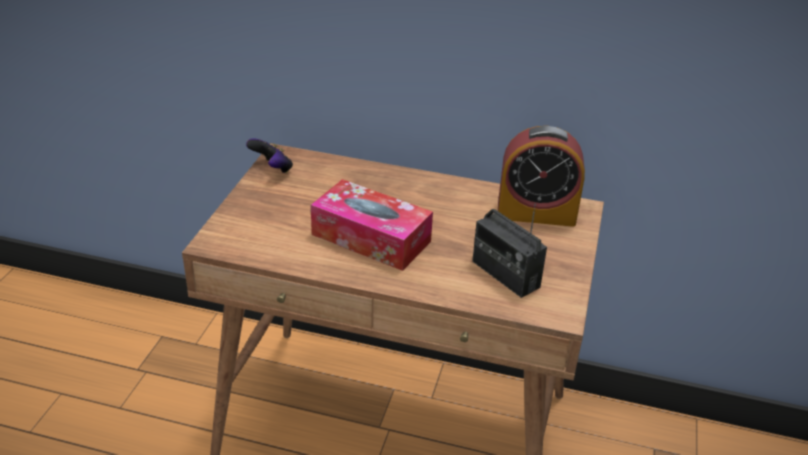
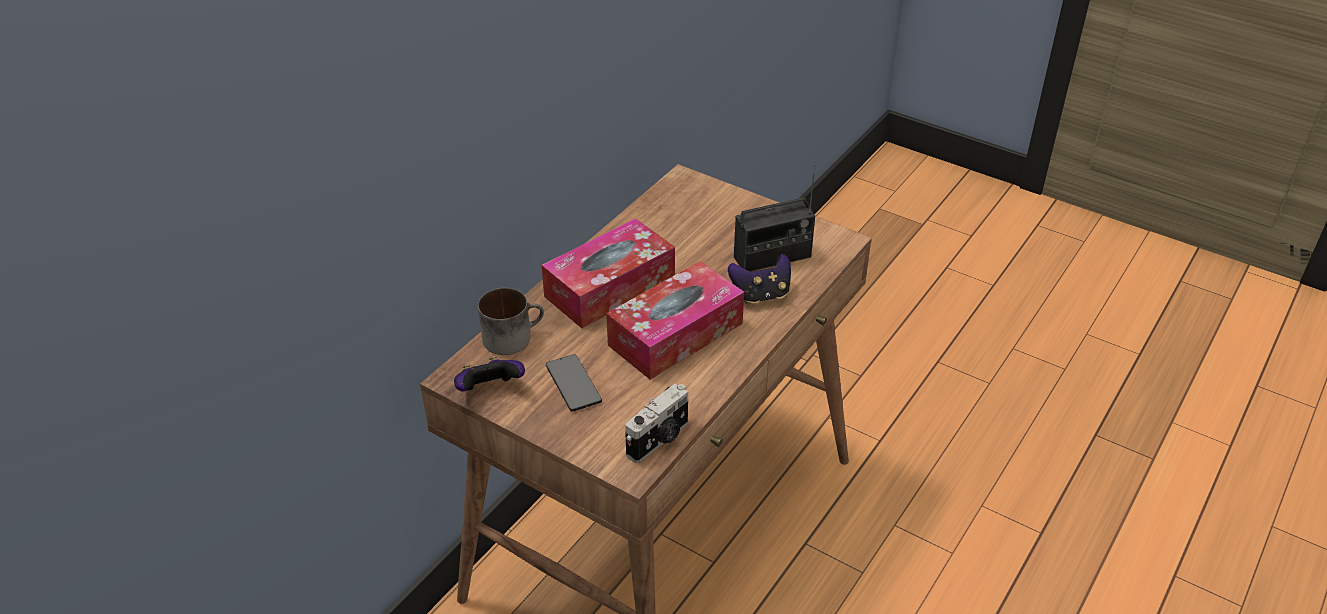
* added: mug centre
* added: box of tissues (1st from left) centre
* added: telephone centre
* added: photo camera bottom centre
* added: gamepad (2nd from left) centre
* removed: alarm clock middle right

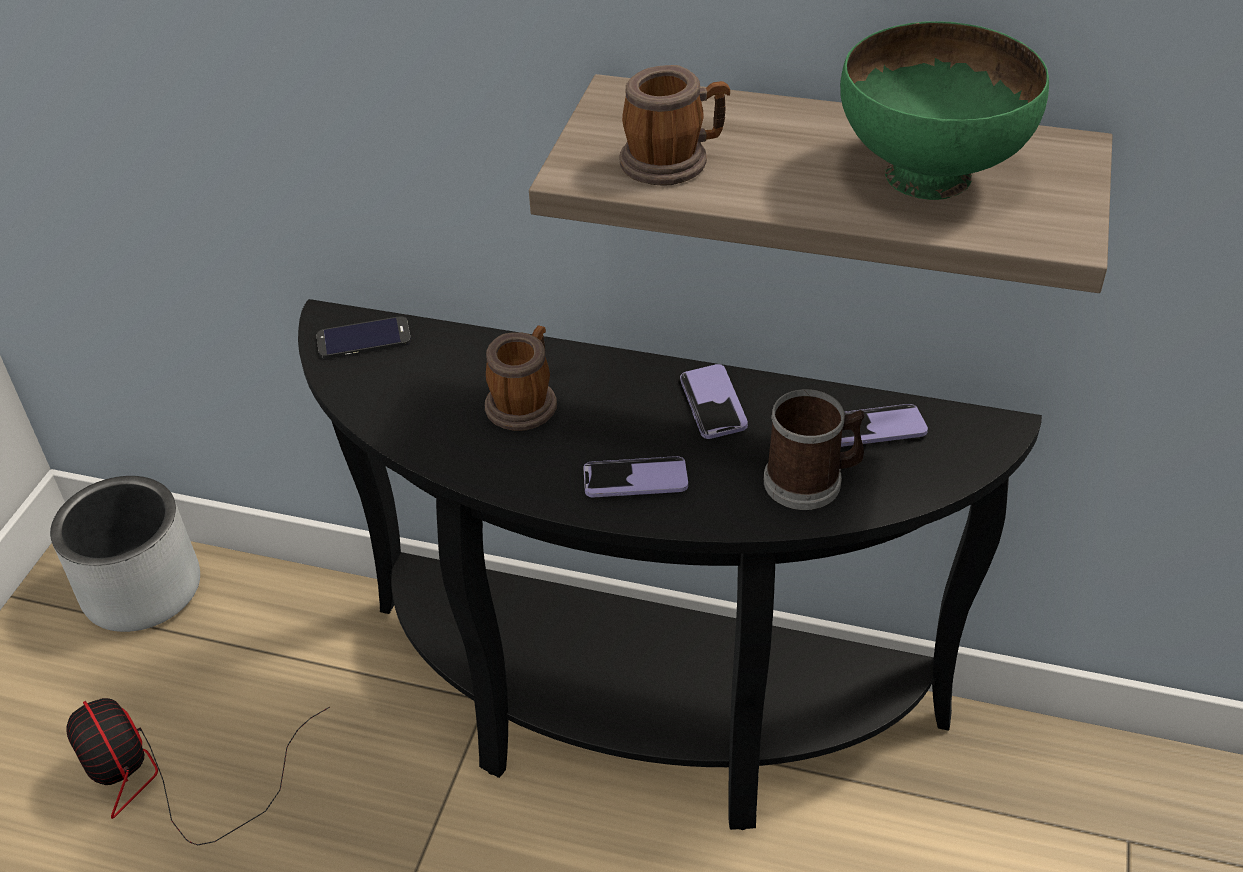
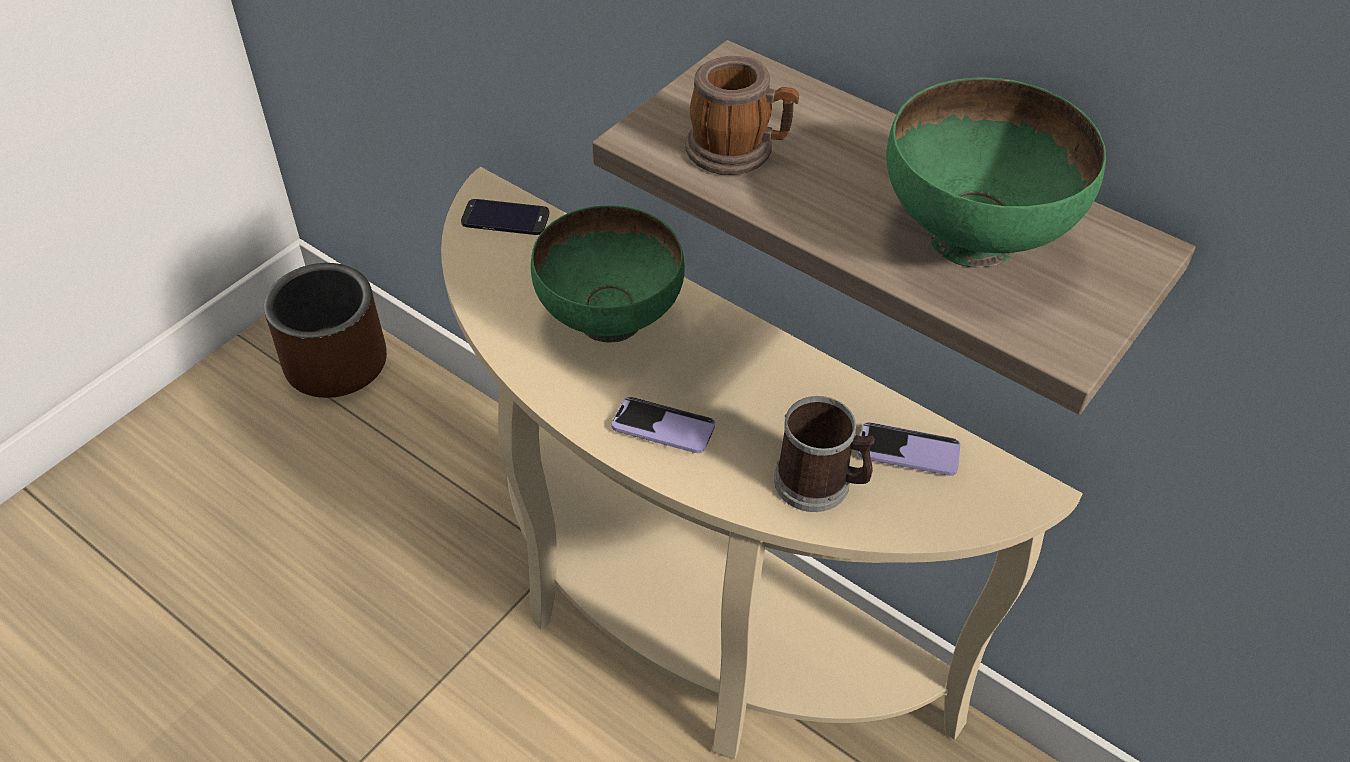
* recoloured: grey flower pot middle left to brown-coloured flower pot middle left
* recoloured: black hall table centre to beige-coloured hall table centre
* replaced: mug (1st from left) centre to green bowl (1st from left) centre
* removed: cooling fan bottom left
* removed: telephone (3rd from left) centre

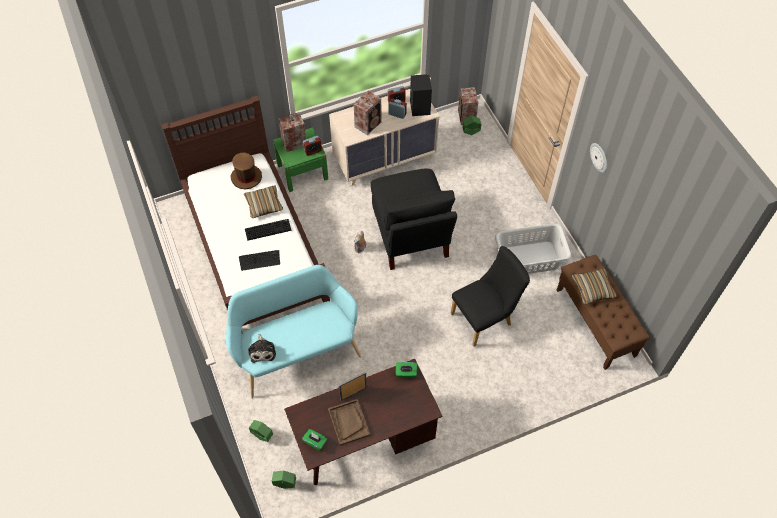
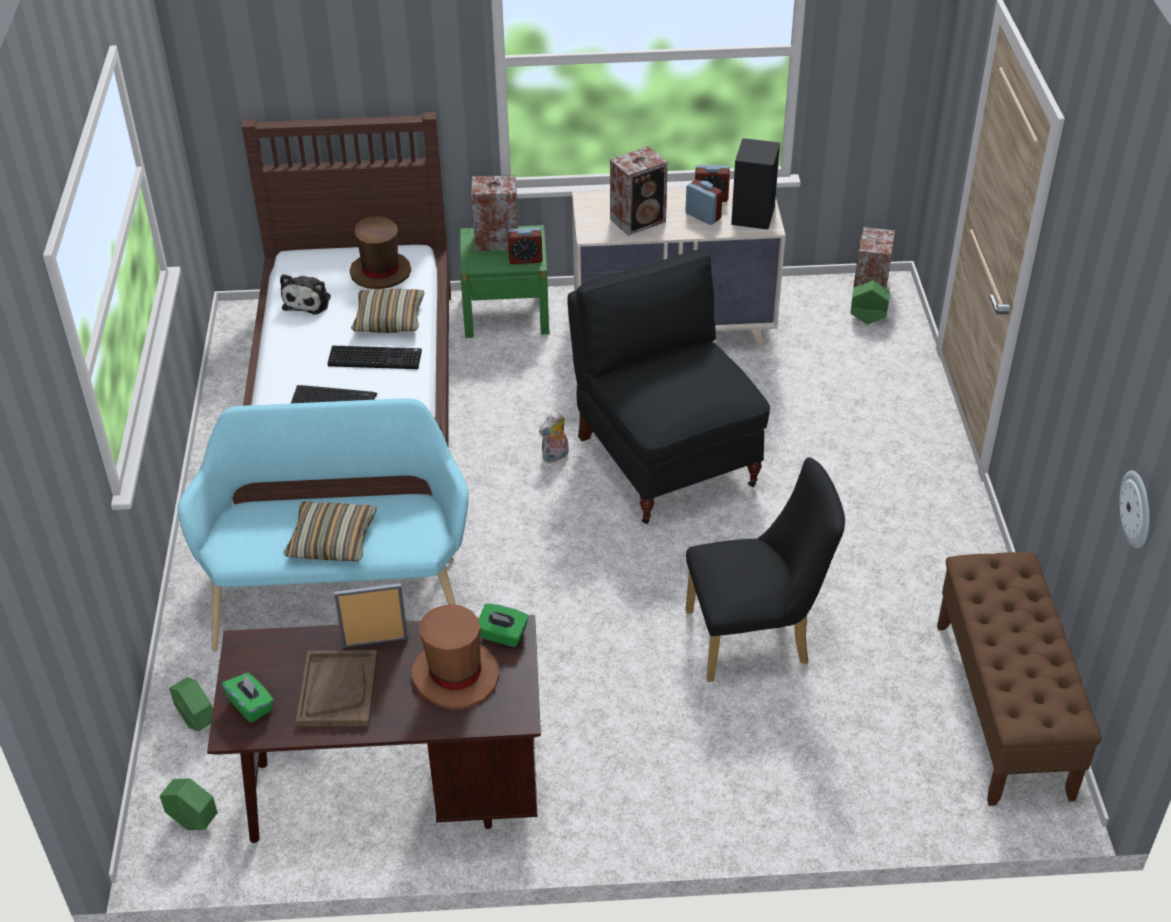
* moved: plush toy (1st from left) bottom centre to top left
* moved: throw pillow (2nd from left in the first image) middle right to throw pillow (1st from left) middle left
* added: brown-coloured hat (2nd from left) bottom centre
* turned: black chair (1st from left) centre = centre 150 degrees clockwise
* moved: wall clock top right to middle right
* removed: grey hamper middle right

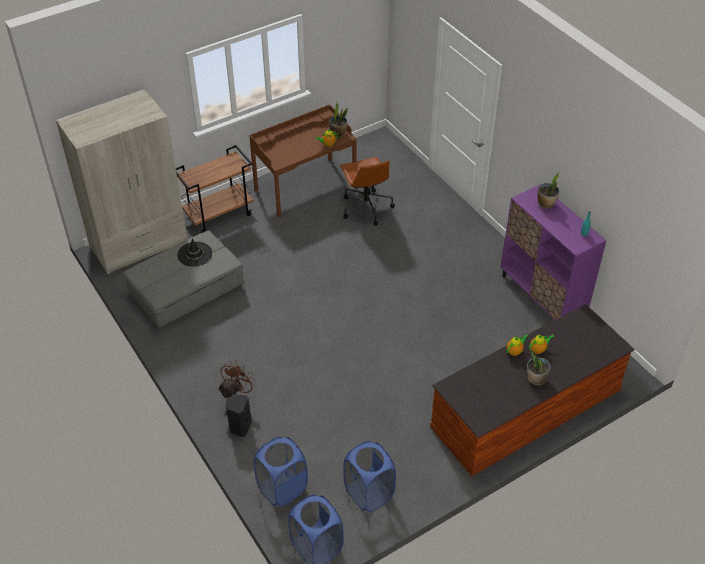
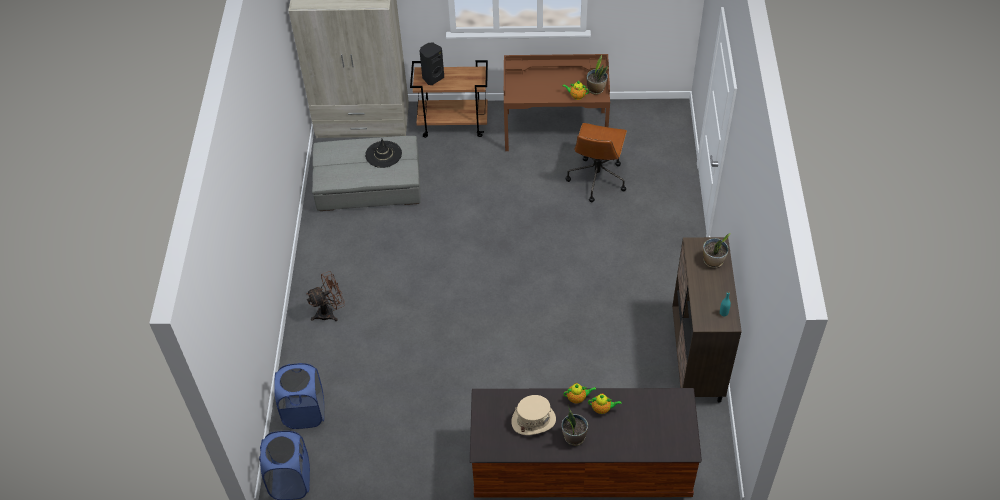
* moved: black audio speaker bottom centre to top centre
* added: beige-coloured hat bottom centre
* recoloured: purple cupboard middle right to brown-coloured cupboard middle right
* removed: blue hamper (3rd from left) bottom centre

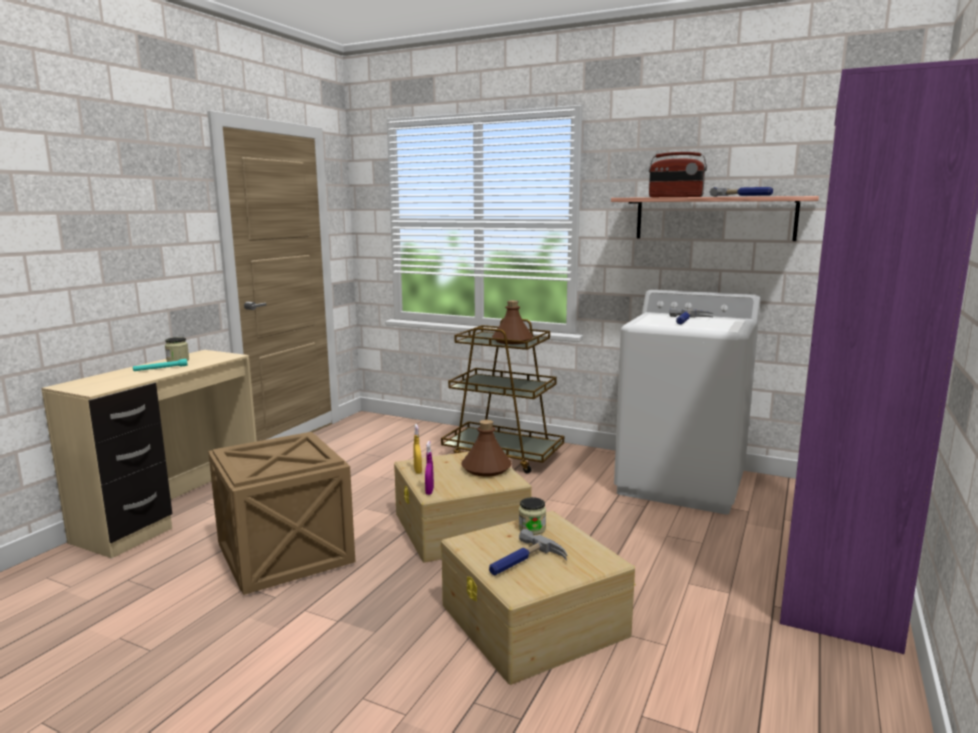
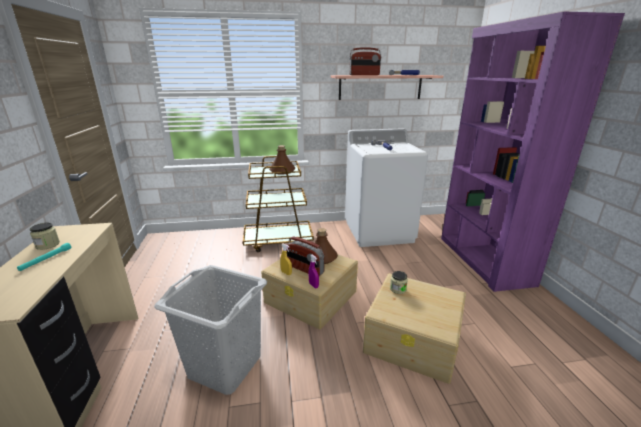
* replaced: packing crate bottom left to grey hamper bottom left
* added: radio set (1st from left) centre
* removed: hand hammer (1st from left) bottom centre

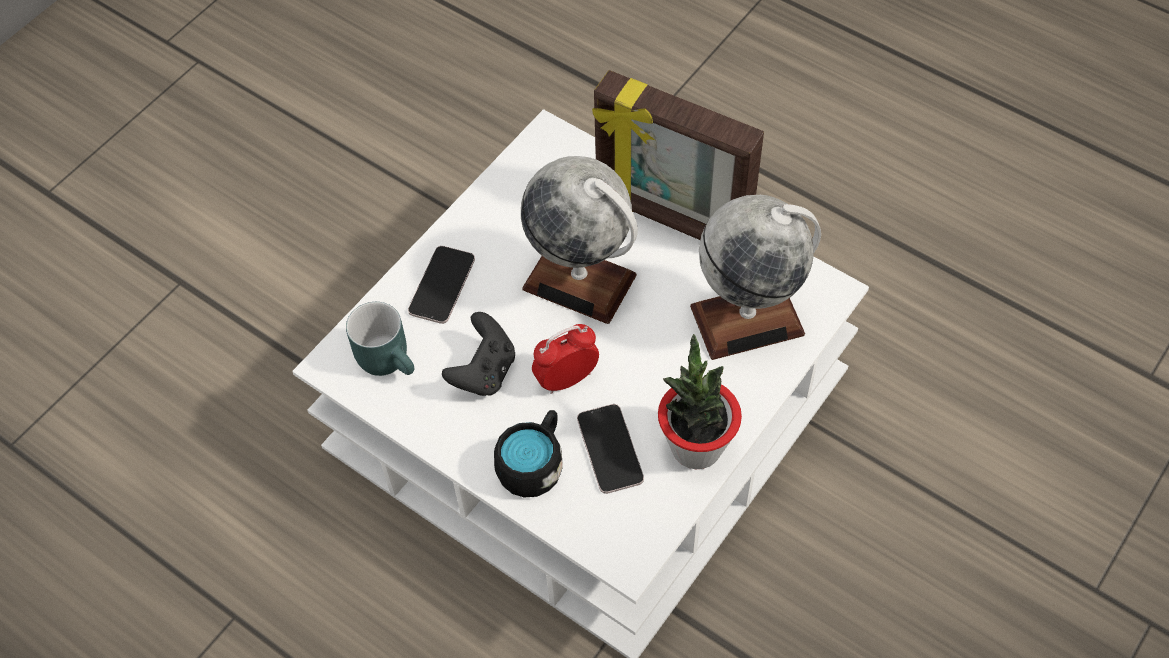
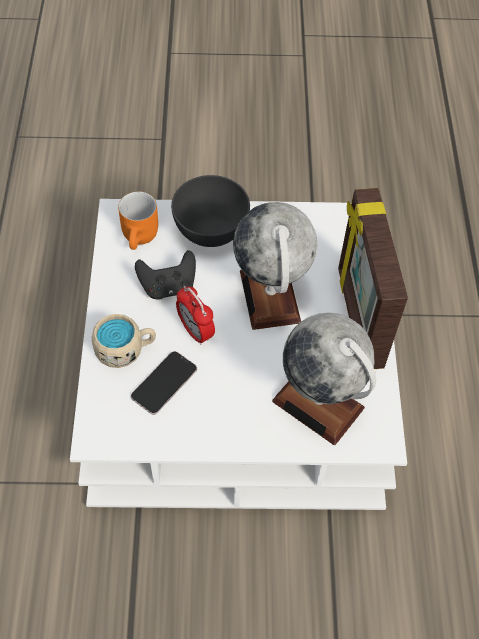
* recoloured: black mug bottom centre to beige-coloured mug middle left
* recoloured: turquoise-coloured mug middle left to orangey mug middle left
* replaced: telephone (1st from left) centre to grey bowl top centre
* turned: alarm clock centre = centre 150 degrees counterclockwise
* removed: plant in a pot centre

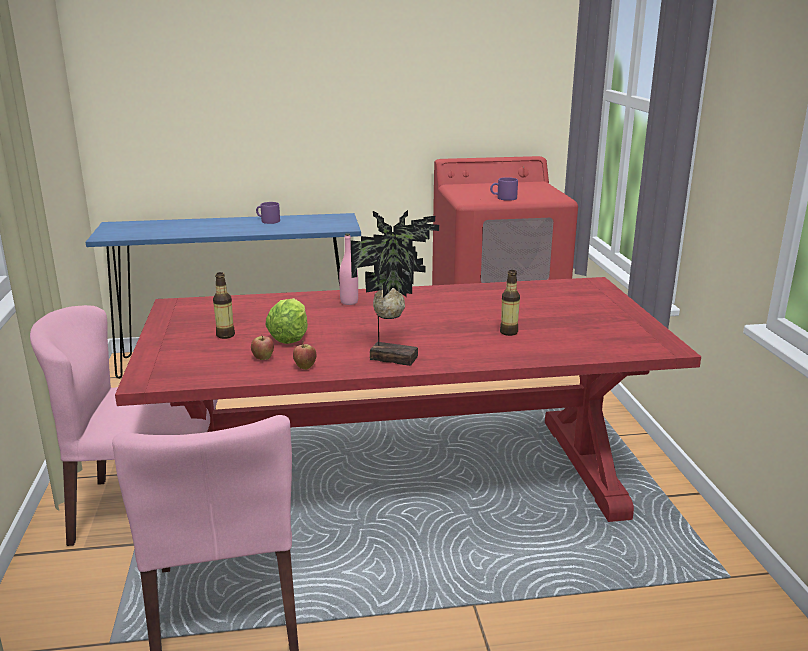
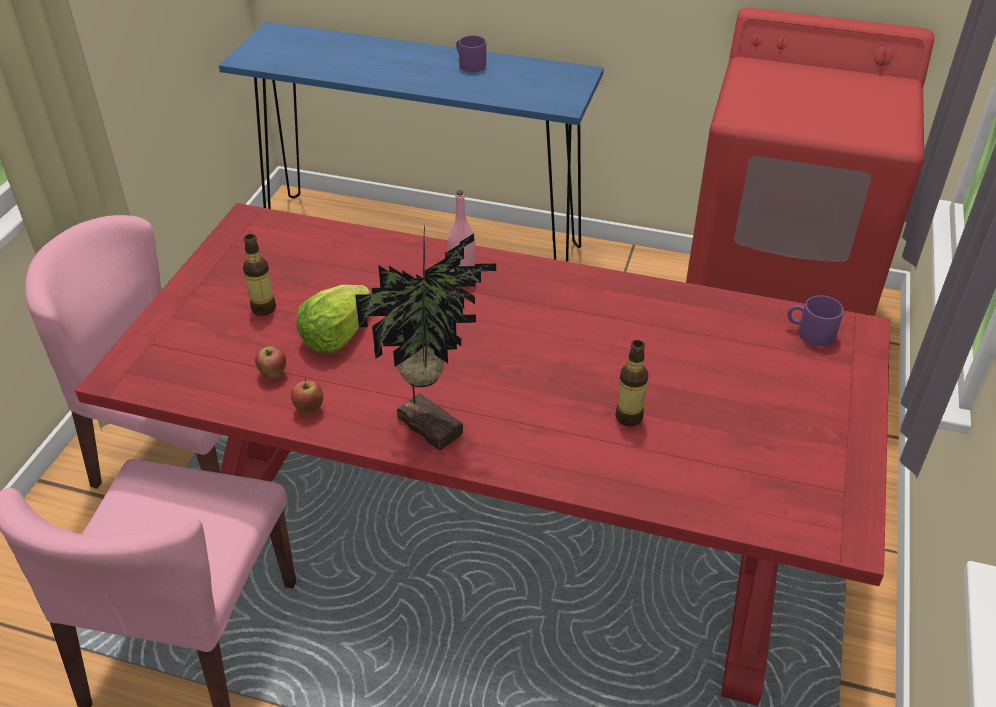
* moved: purple mug (2nd from left) top centre to middle right

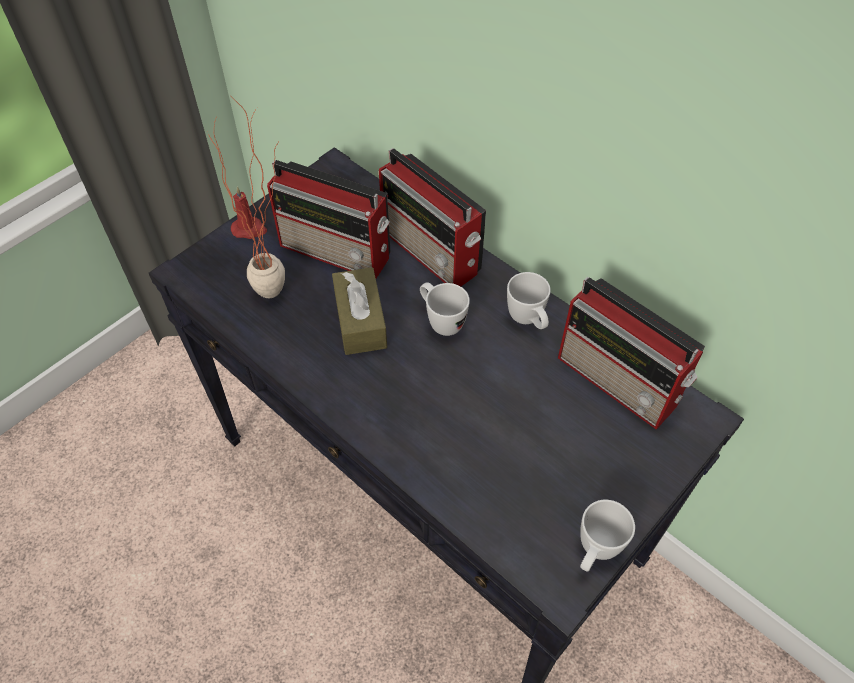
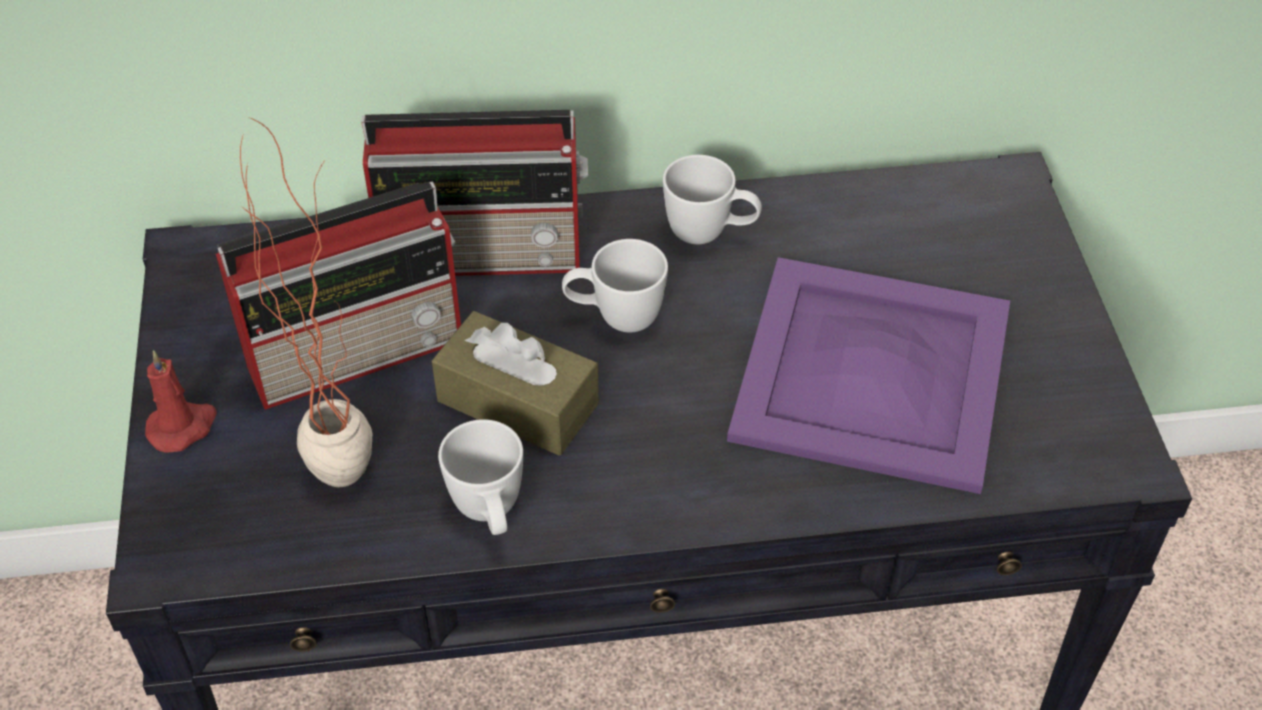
* moved: whitish mug (3rd from left in the first image) bottom right to whitish mug (1st from left) bottom centre
* added: purple tray middle right
* removed: radio set (3rd from left) middle right

